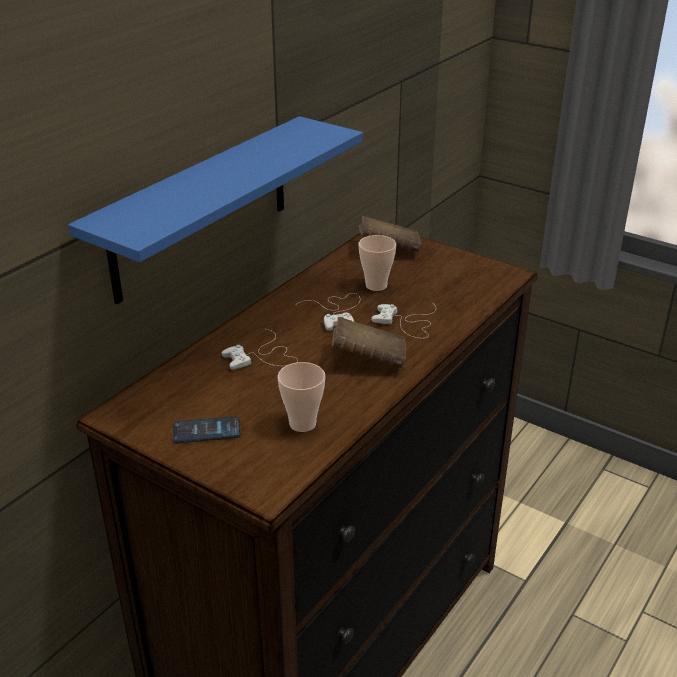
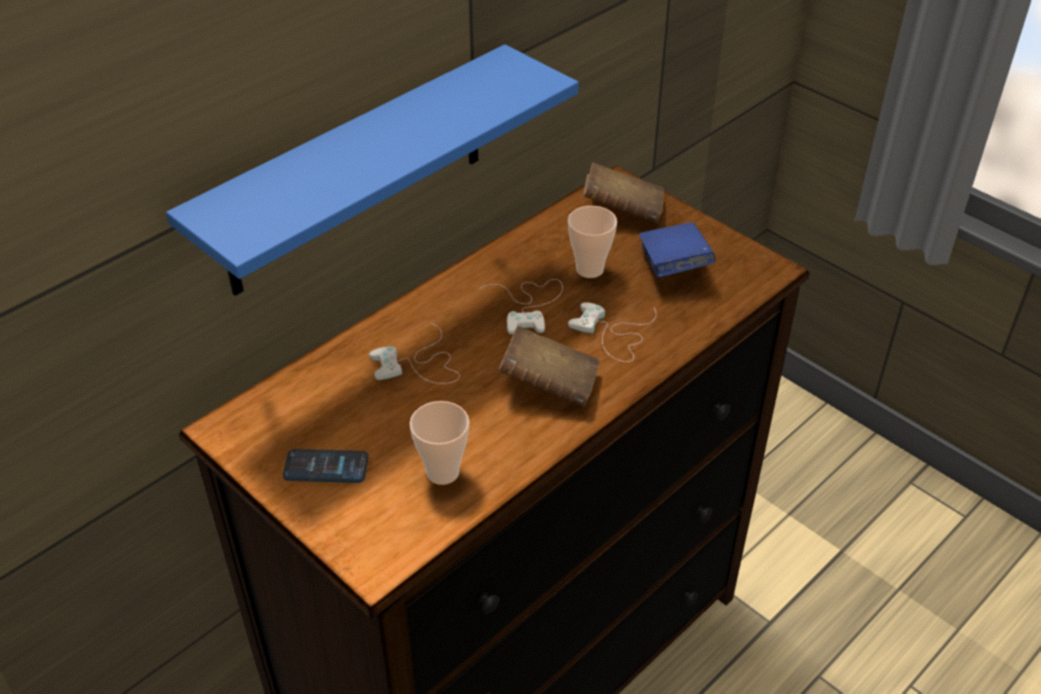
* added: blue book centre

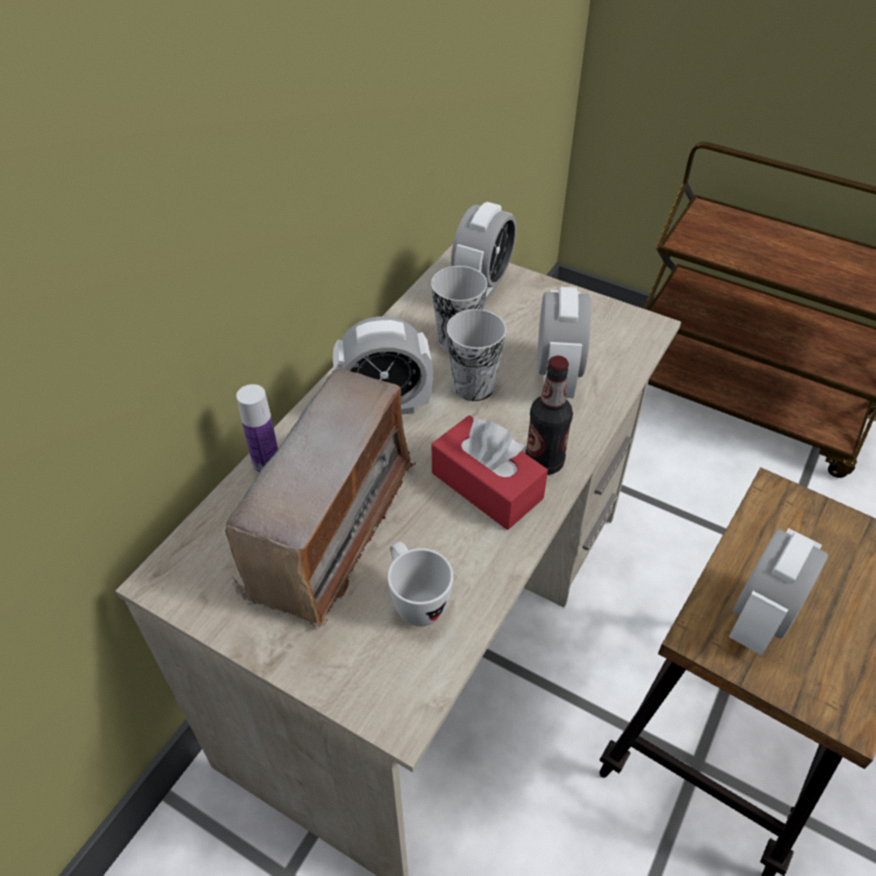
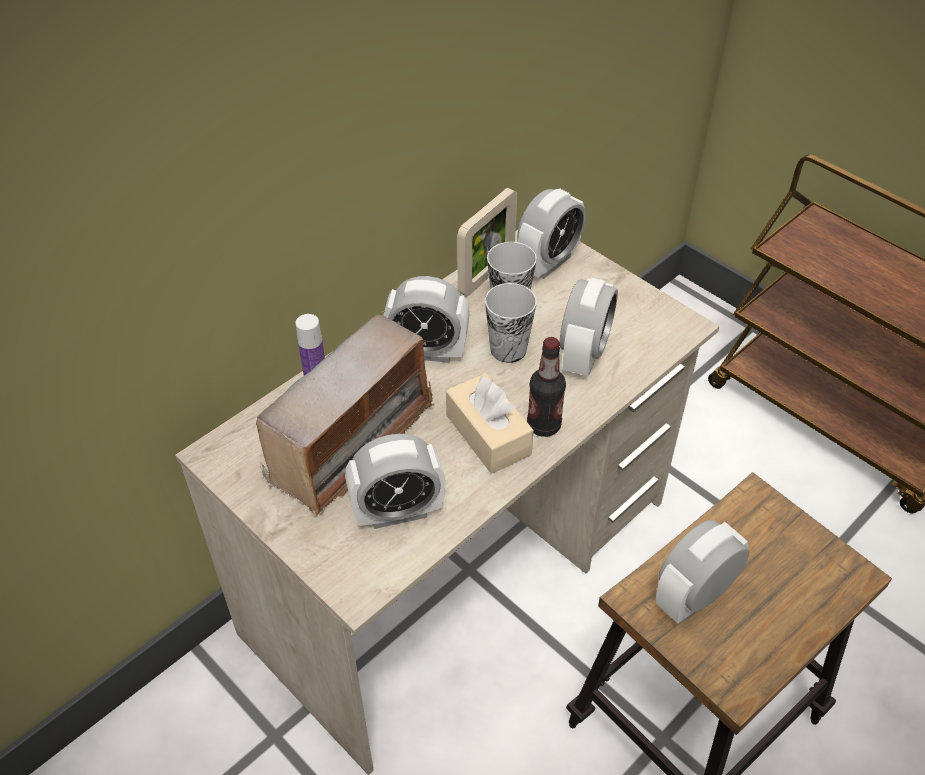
* replaced: whitish mug bottom centre to alarm clock (1st from left) centre
* recoloured: red box of tissues centre to beige-coloured box of tissues centre
* added: picture frame top centre

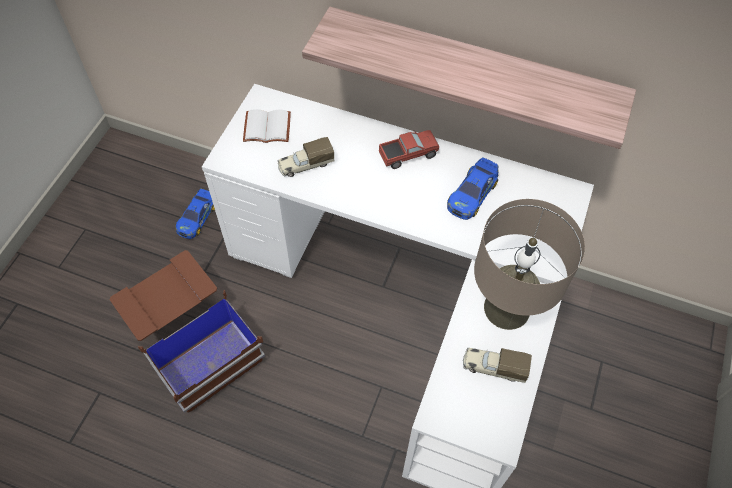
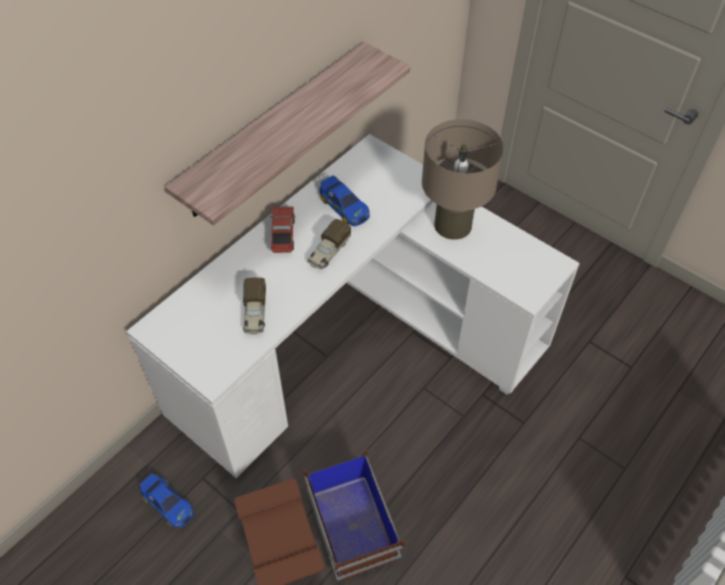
* moved: toy lorry (3rd from left) bottom right to centre
* removed: whitish book top centre

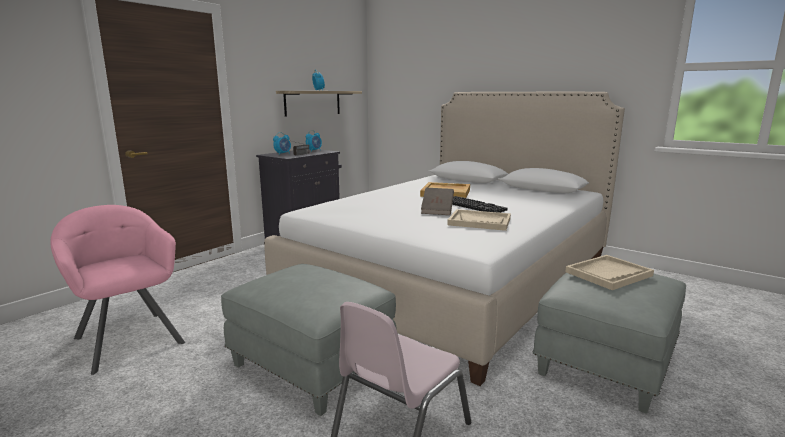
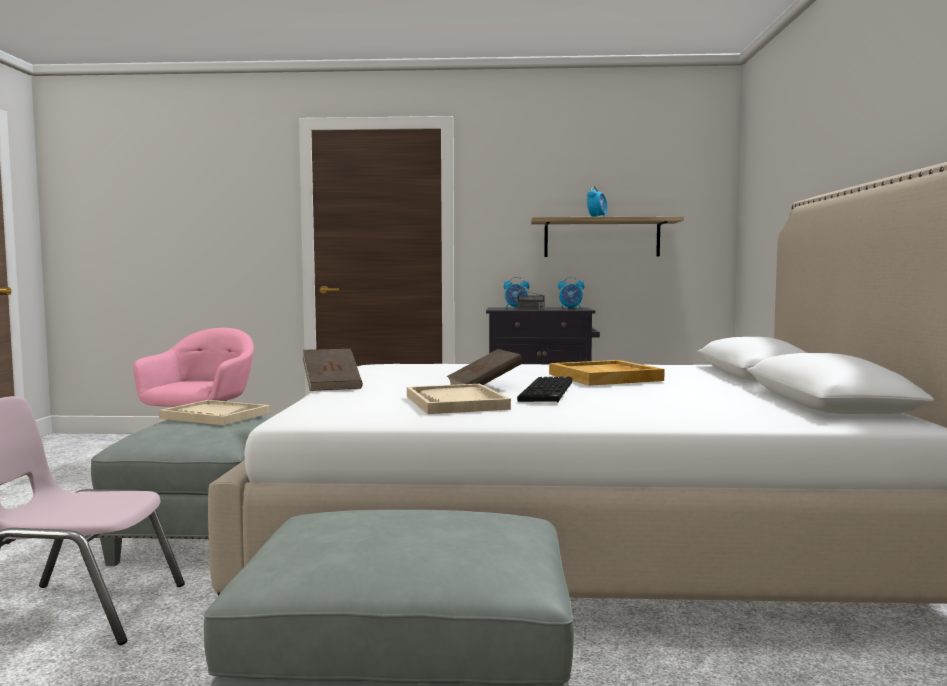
* moved: beige-coloured tray (3rd from left in the first image) middle right to beige-coloured tray (1st from left) middle left
* added: brown-coloured book (1st from left) centre

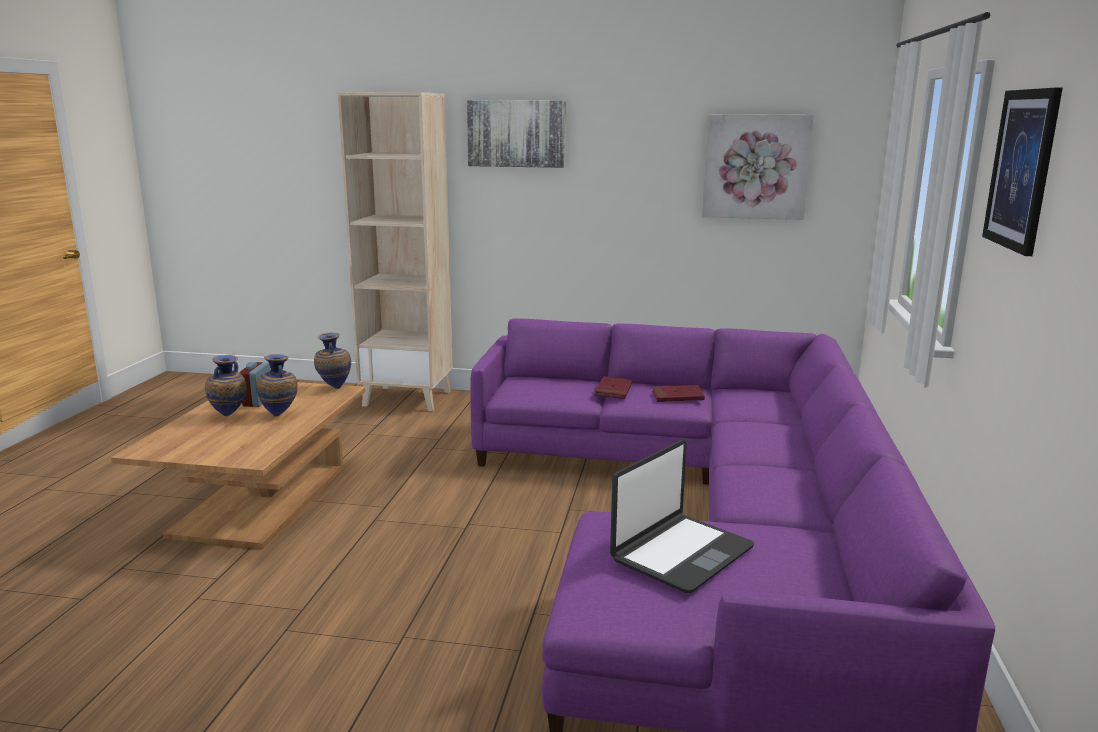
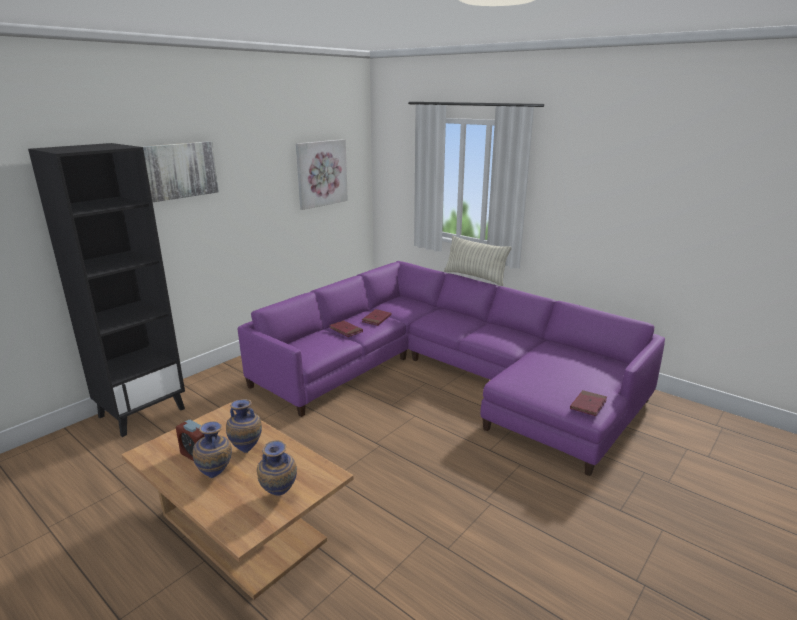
* recoloured: beige-coloured shelving unit centre to black shelving unit middle left
* moved: flower vase (3rd from left) middle left to bottom centre
* added: throw pillow centre
* added: red book (3rd from left) middle right
* removed: portable computer bottom centre
* removed: wall picture (3rd from left) top right

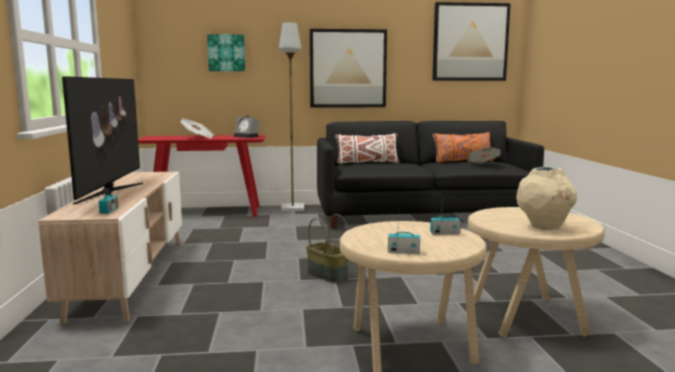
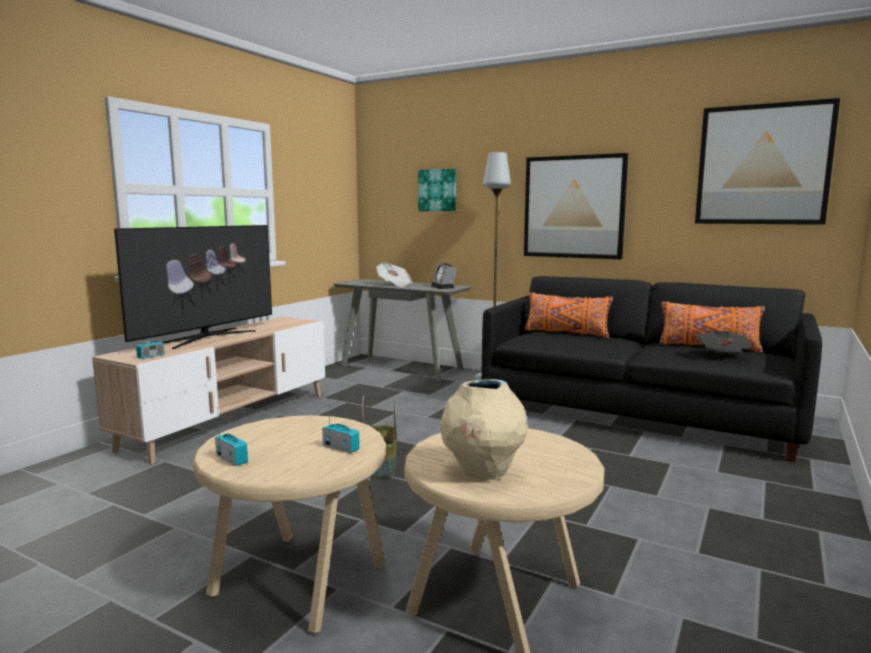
* recoloured: red hall table middle left to grey hall table centre
* recoloured: whitish throw pillow centre to orangey throw pillow (1st from left) centre

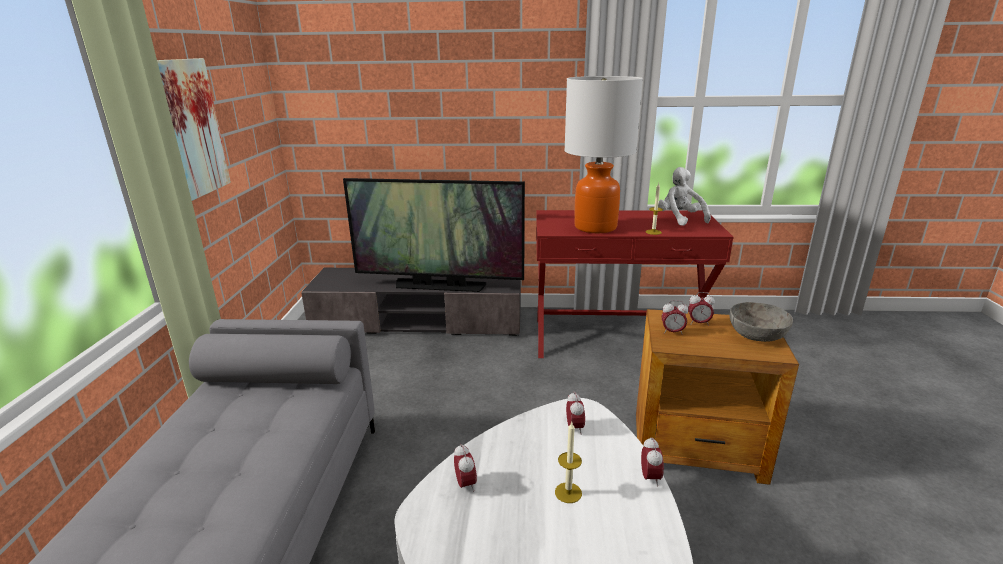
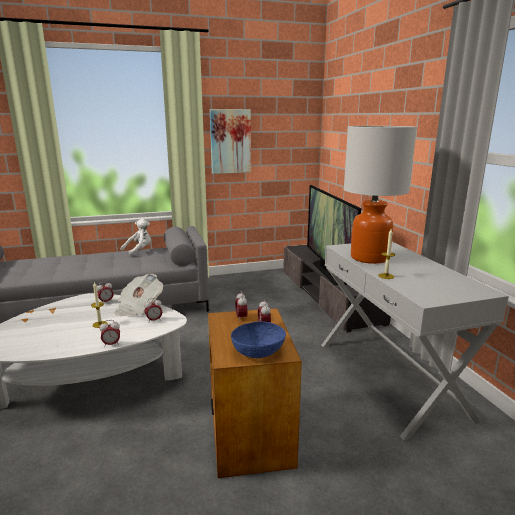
* added: daily paper middle left
* moved: whitish plush toy middle right to middle left
* recoloured: grey bowl middle right to blue bowl centre
* recoloured: red hall table centre to whitish hall table middle right

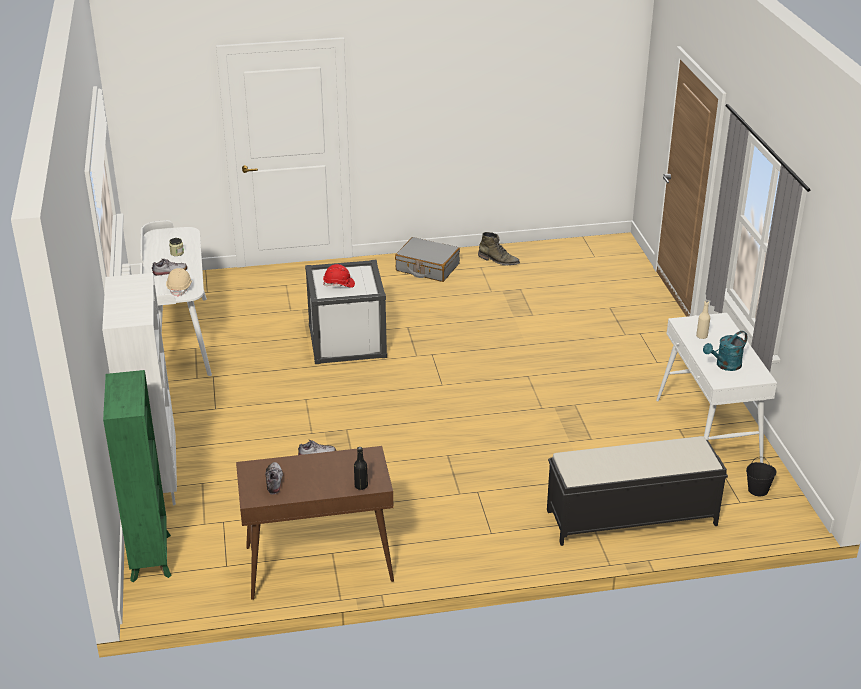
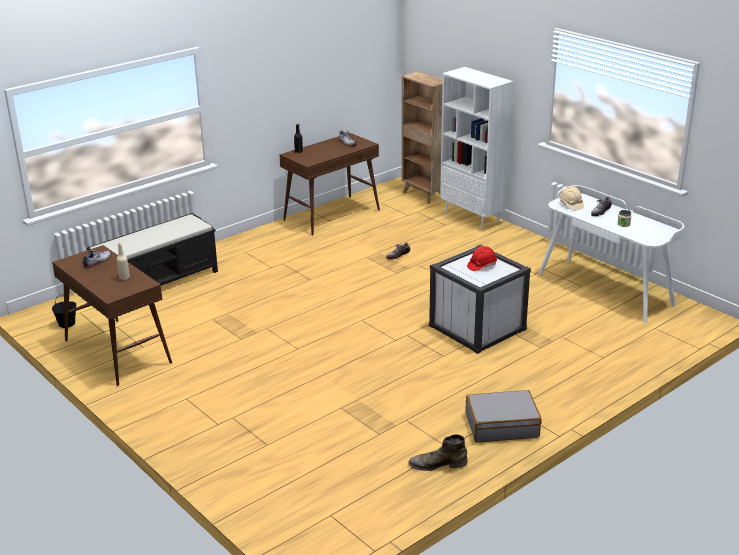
* recoloured: whitish hall table middle right to brown-coloured hall table (1st from left) middle left
* replaced: turquoise-coloured watering can middle right to shoe (1st from left) middle left
* recoloured: green shelving unit bottom left to brown-coloured shelving unit top centre

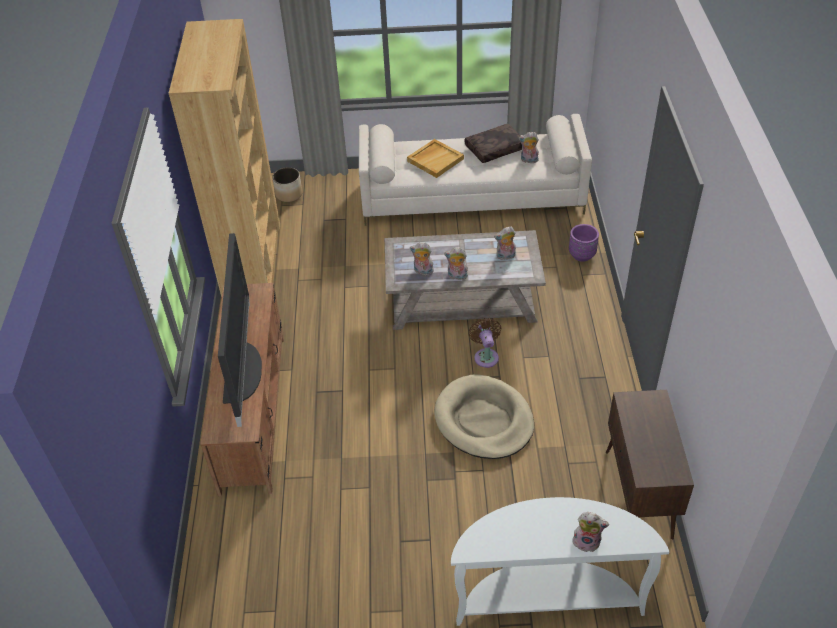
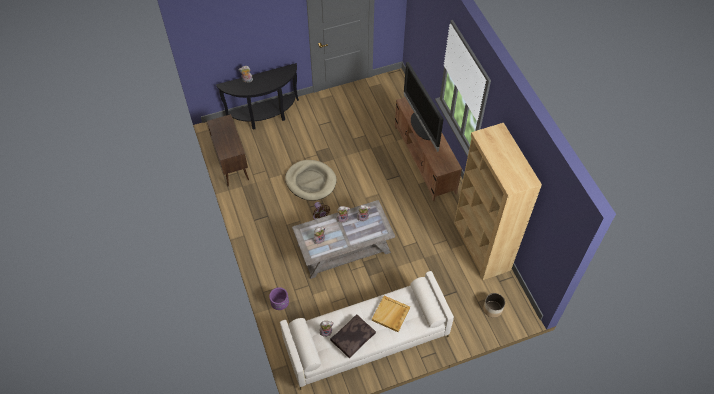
* recoloured: whitish hall table bottom right to black hall table top centre

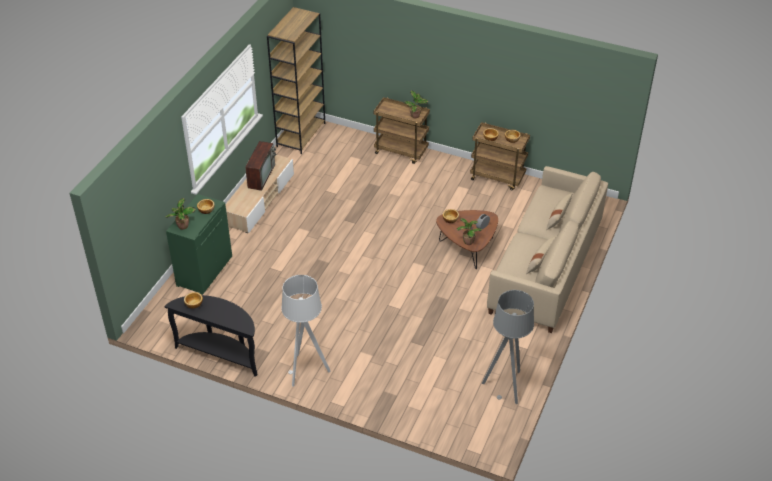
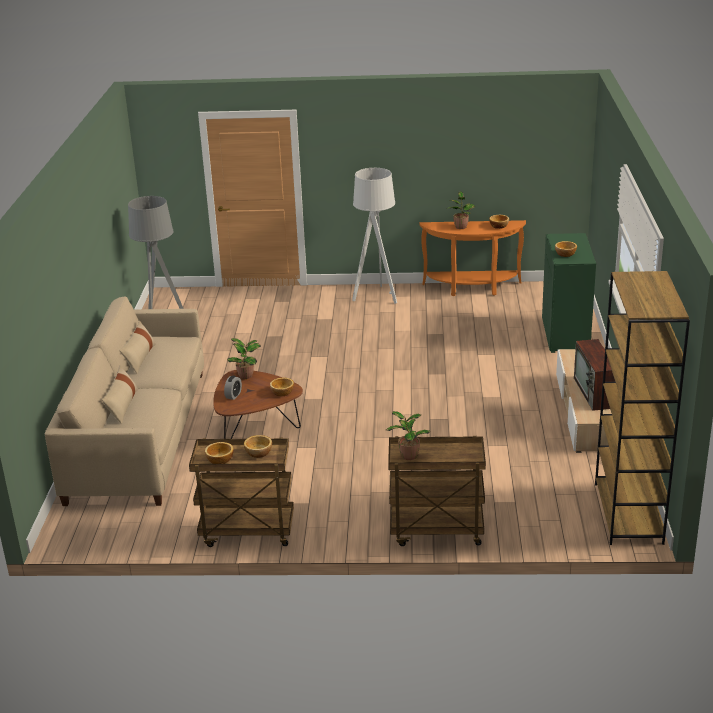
* recoloured: black hall table bottom left to orangey hall table centre
* moved: plant in a pot (1st from left in the first image) middle left to plant in a pot (3rd from left) top centre

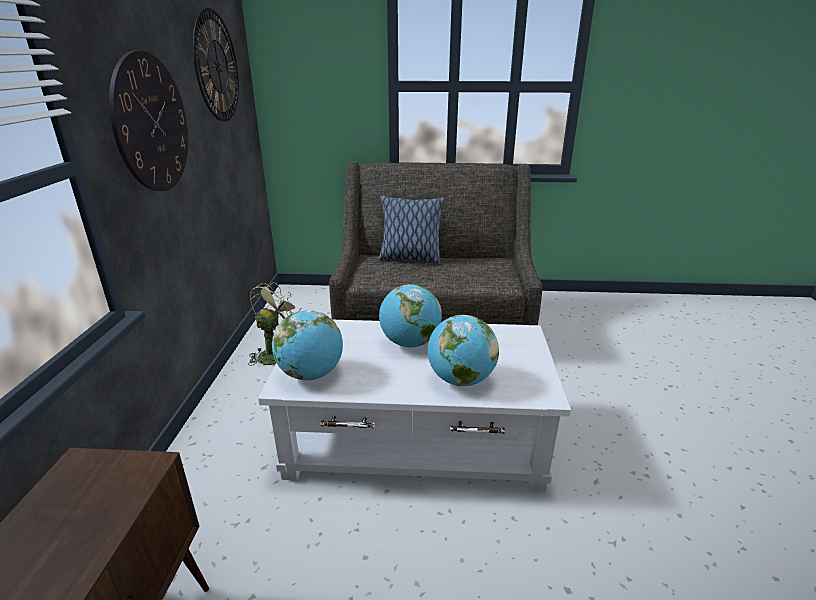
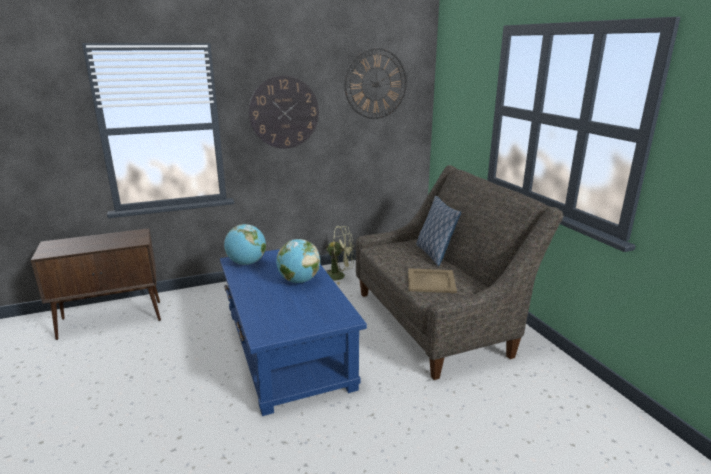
* recoloured: whitish coffee table bottom centre to blue coffee table bottom centre
* added: beige-coloured tray centre
* removed: desk globe (3rd from left) centre

